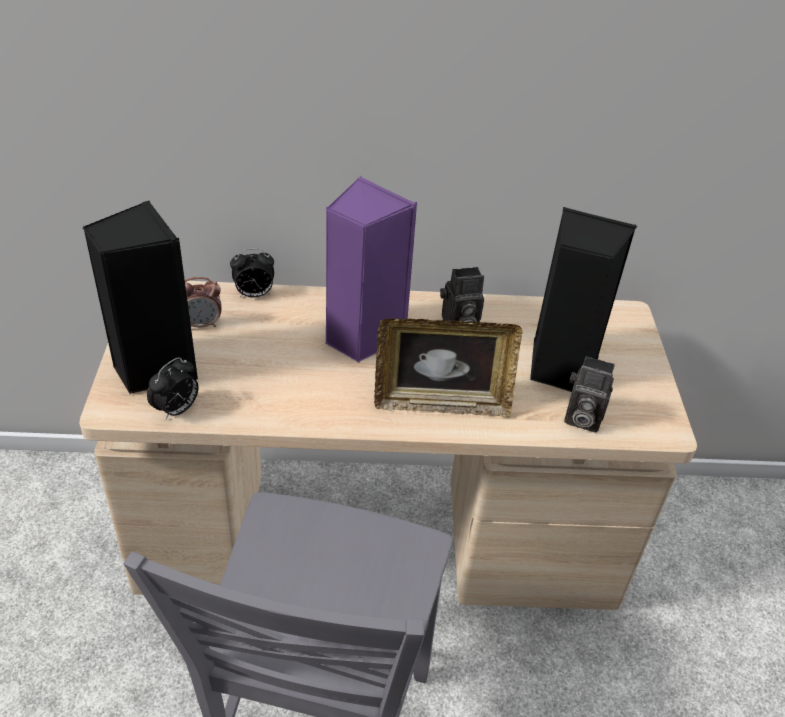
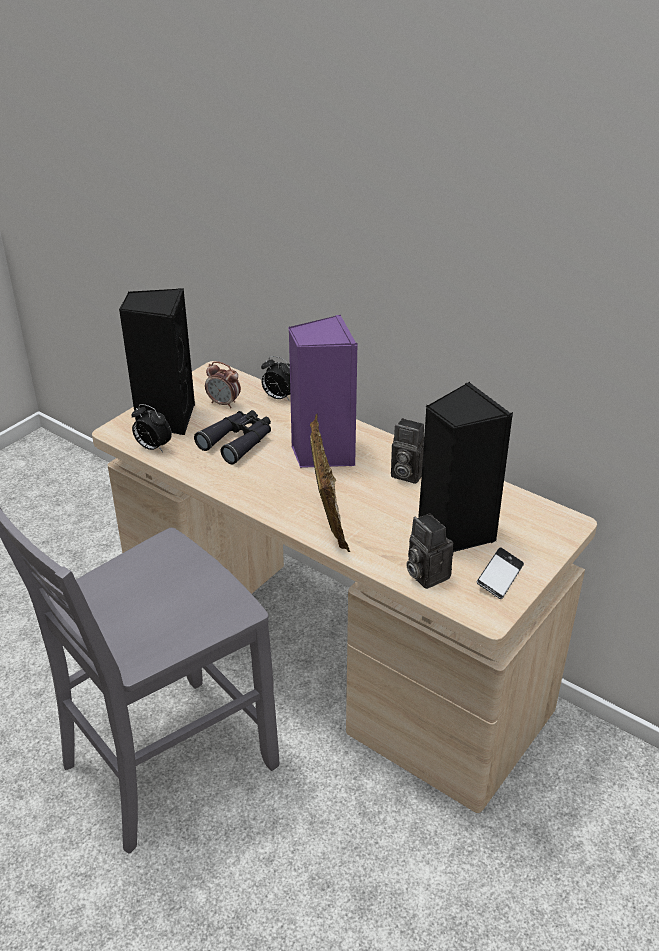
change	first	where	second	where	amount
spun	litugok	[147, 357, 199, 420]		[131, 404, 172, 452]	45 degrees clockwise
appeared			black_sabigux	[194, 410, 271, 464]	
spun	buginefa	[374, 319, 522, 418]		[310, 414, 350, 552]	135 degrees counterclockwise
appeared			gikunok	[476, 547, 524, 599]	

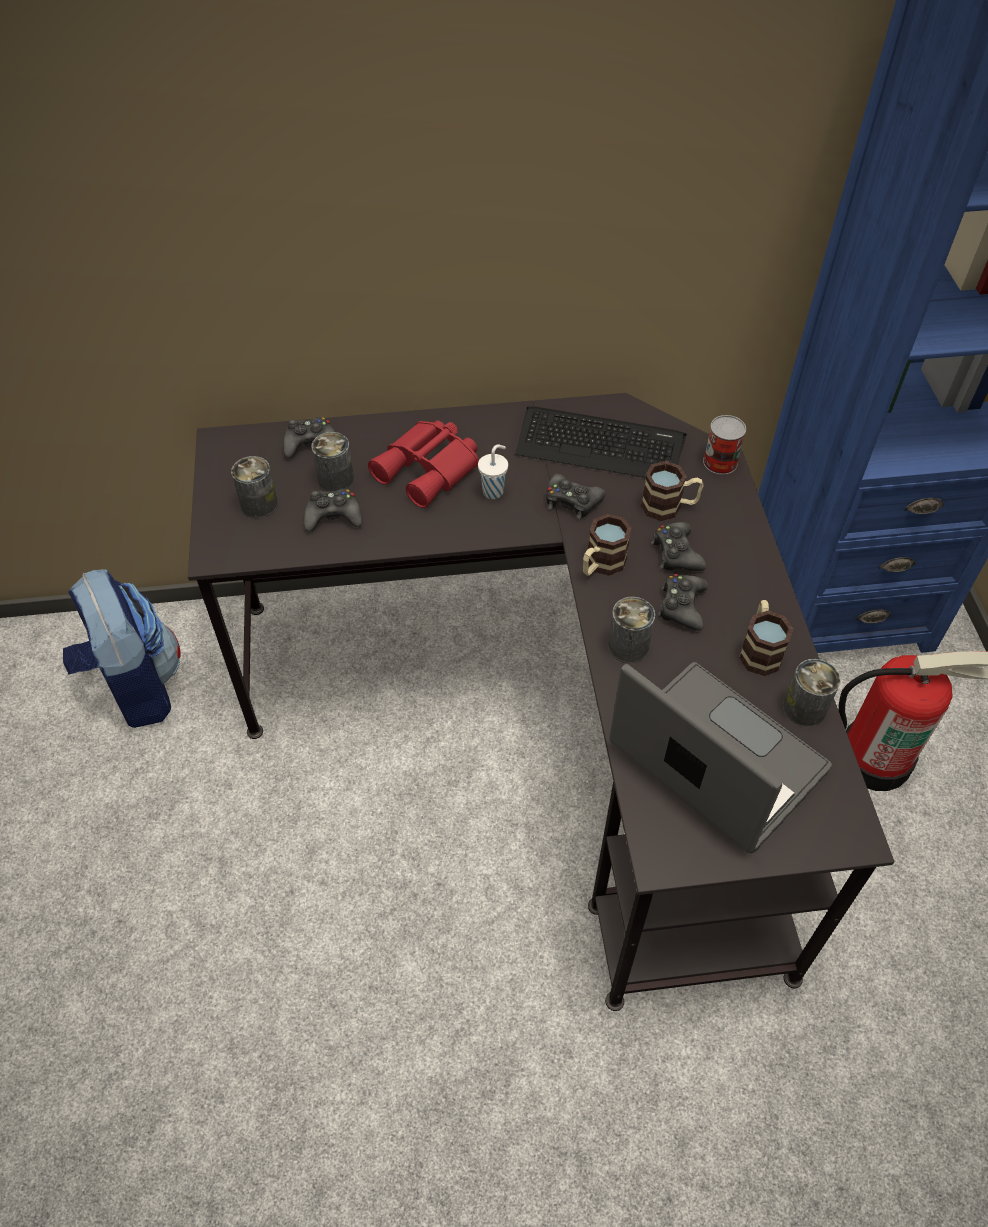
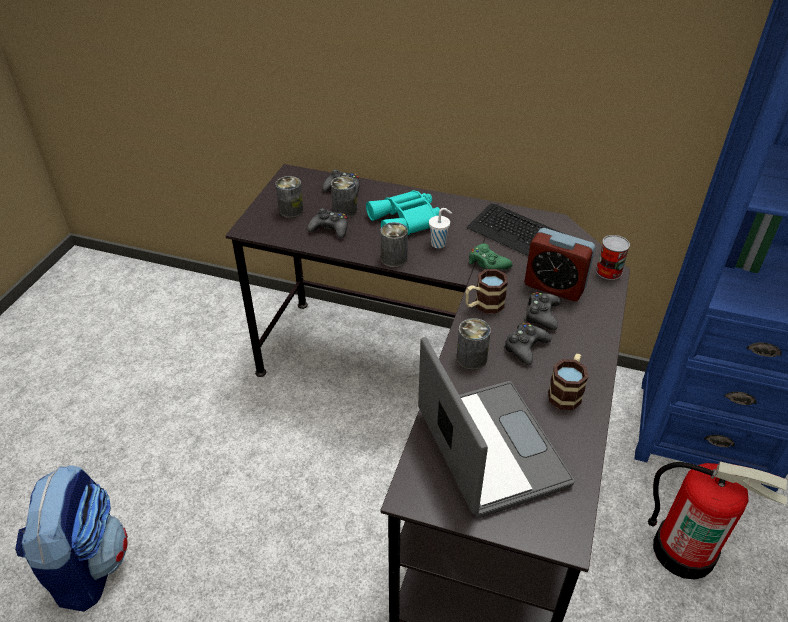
change	first	where	second	where	amount
relocated	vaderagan	[63, 569, 181, 728]		[15, 465, 128, 612]	
colour	red_sabigux	[368, 420, 479, 508]	turquoise_sabigux	[366, 190, 442, 235]	
relocated	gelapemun	[783, 659, 840, 727]		[381, 222, 408, 267]	
colour	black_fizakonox	[546, 474, 606, 519]	green_fizakonox	[469, 243, 513, 270]	
exchanged	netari	[641, 461, 704, 521]	litugok	[525, 228, 595, 301]	

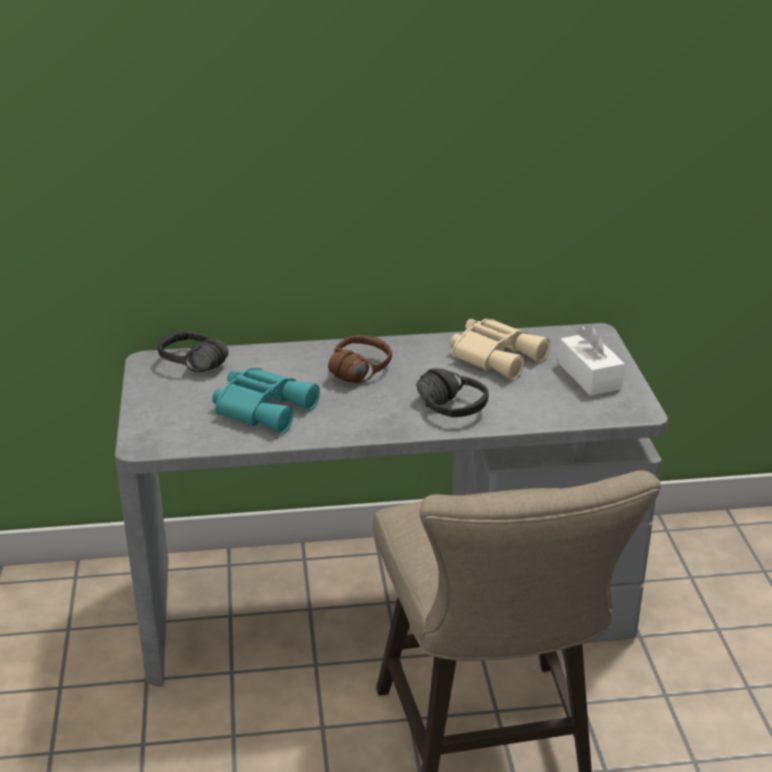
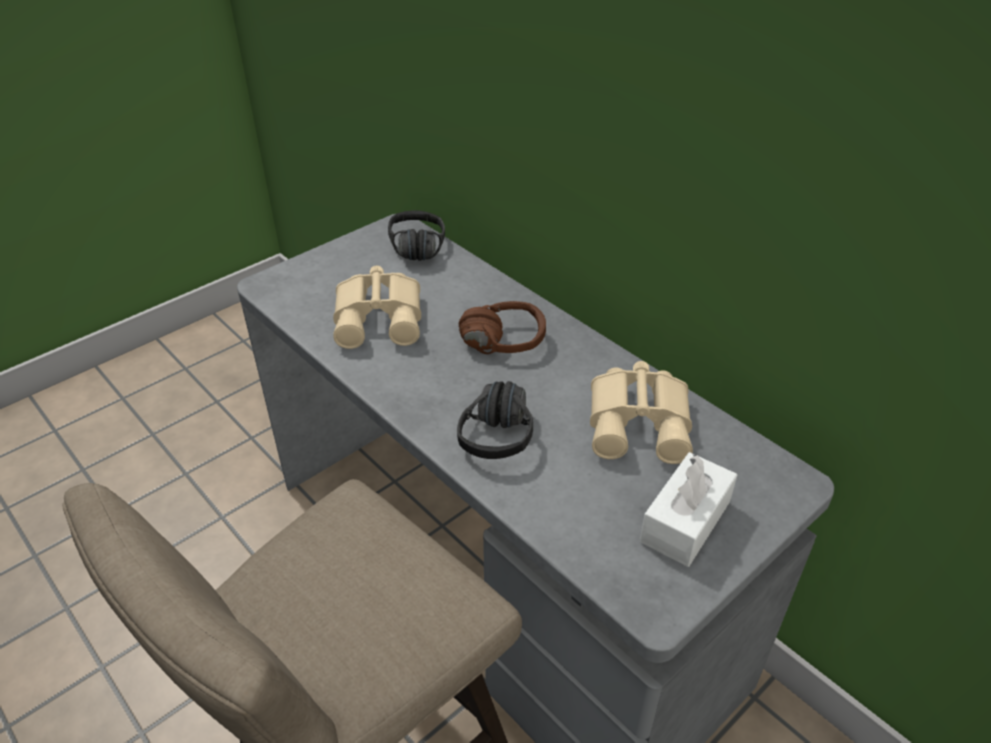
change	first	where	second	where	amount
colour	turquoise_sabigux	[212, 368, 320, 434]	beige_sabigux	[333, 266, 421, 349]	

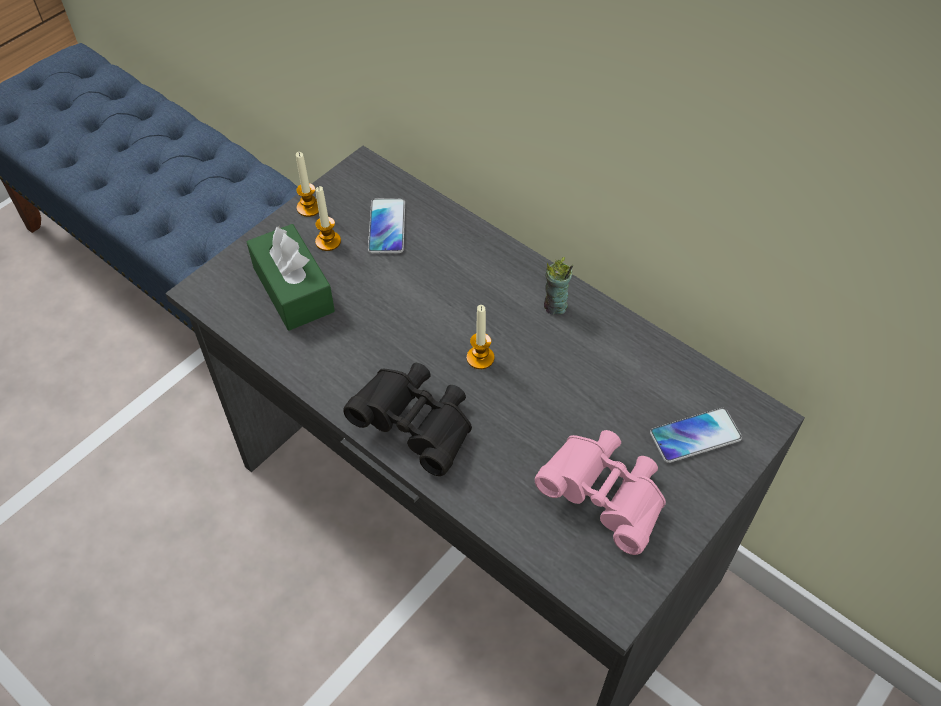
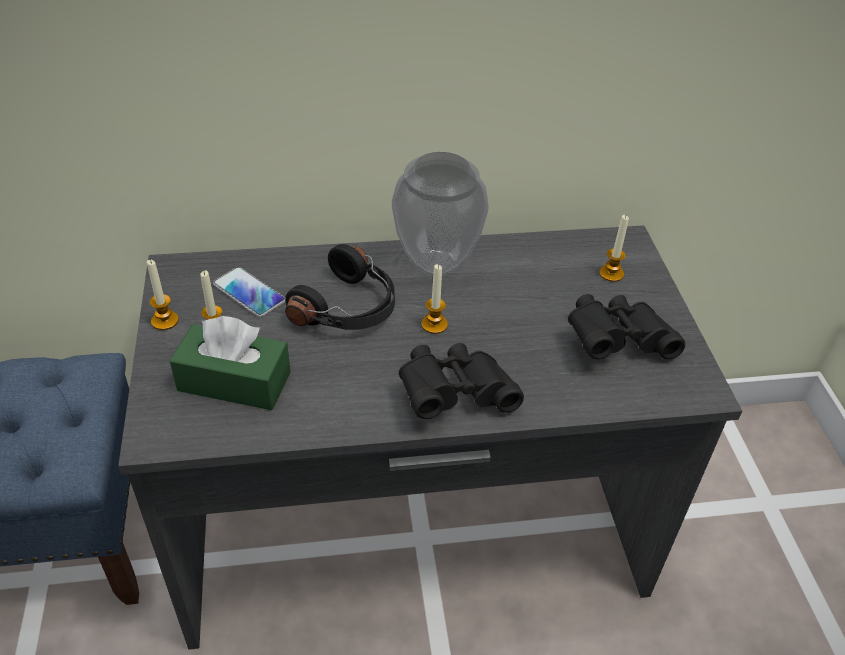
change	first	where	second	where	amount
appeared			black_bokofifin	[285, 244, 395, 330]	
exchanged	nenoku	[544, 257, 573, 315]	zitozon	[392, 152, 489, 275]	
colour	pink_sabigux	[535, 430, 666, 555]	black_sabigux	[568, 294, 685, 359]	
exchanged	gikunok	[650, 408, 742, 463]	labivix	[599, 215, 629, 282]	

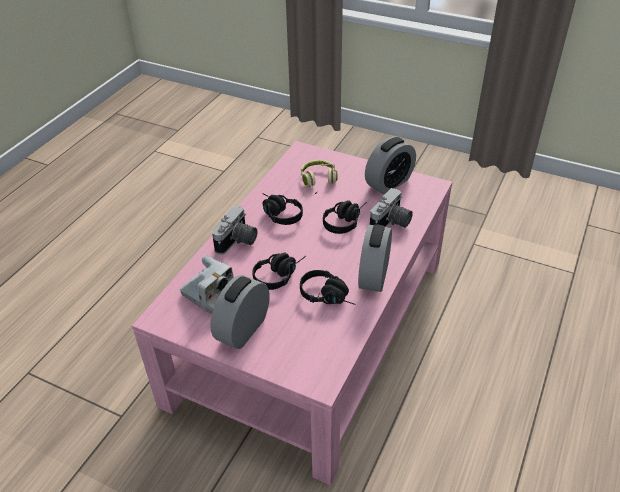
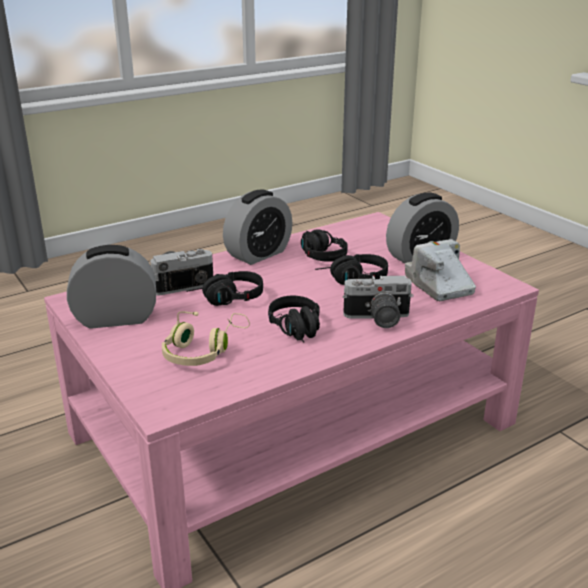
change	first	where	second	where	amount
spun	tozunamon	[212, 206, 257, 255]		[343, 276, 413, 328]	150 degrees counterclockwise

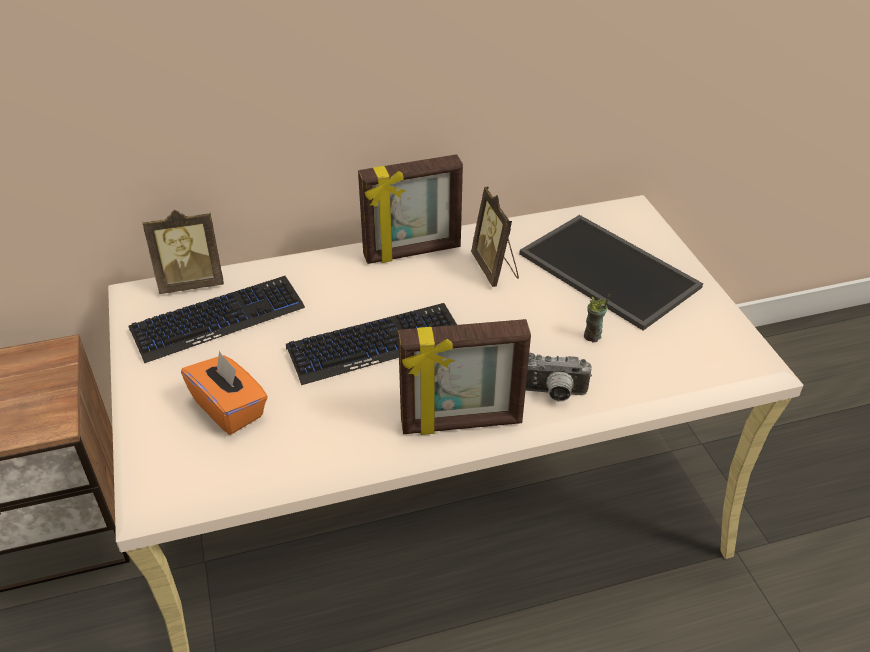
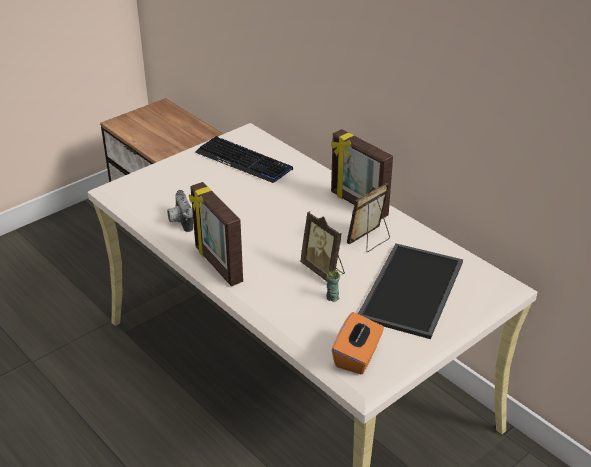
change	first	where	second	where	amount
relocated	tozunamon	[526, 352, 592, 402]		[167, 190, 193, 232]	
relocated	buginefa	[143, 210, 224, 294]		[300, 211, 345, 282]	
relocated	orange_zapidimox	[181, 351, 268, 435]		[332, 312, 384, 374]	
missing	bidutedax	[286, 303, 457, 385]			

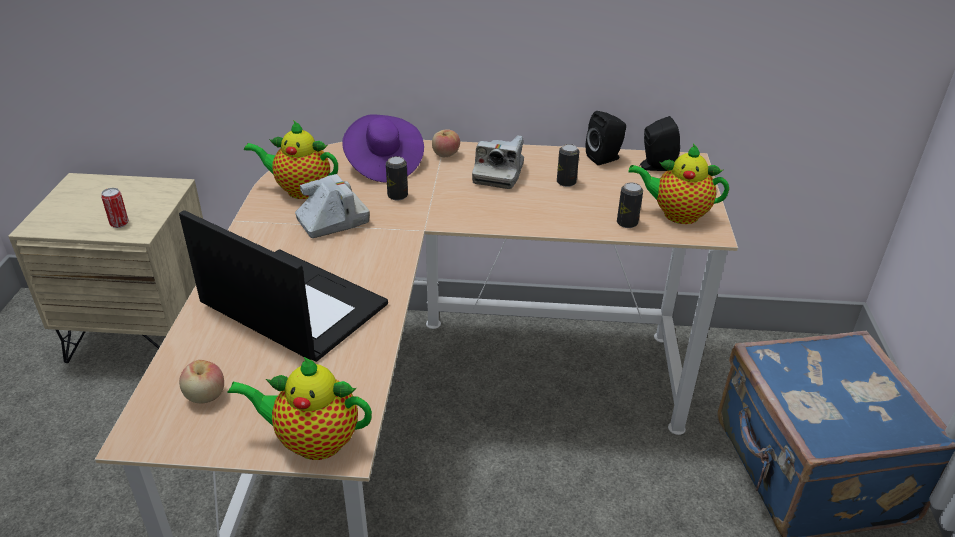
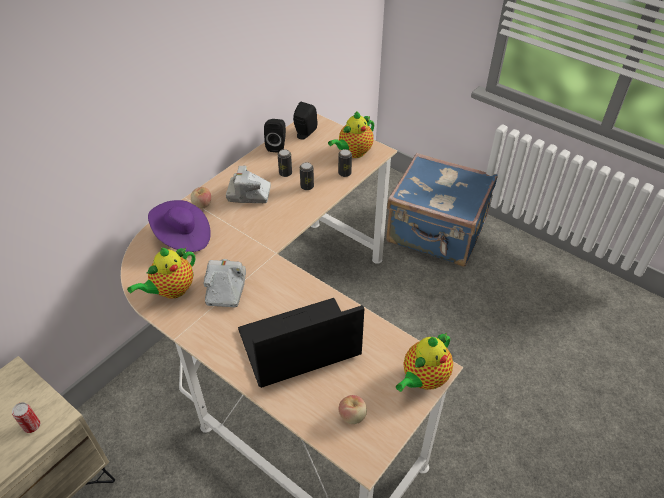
change	first	where	second	where	amount
spun	tozunamon	[472, 135, 524, 189]		[226, 166, 271, 203]	135 degrees clockwise
relocated	gelapemun	[386, 156, 408, 200]		[300, 162, 314, 190]	

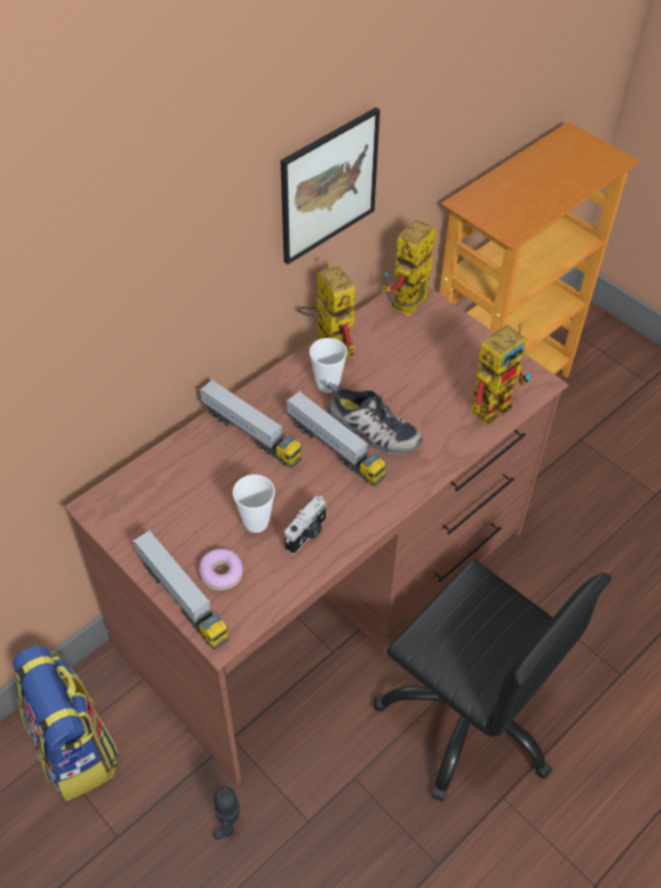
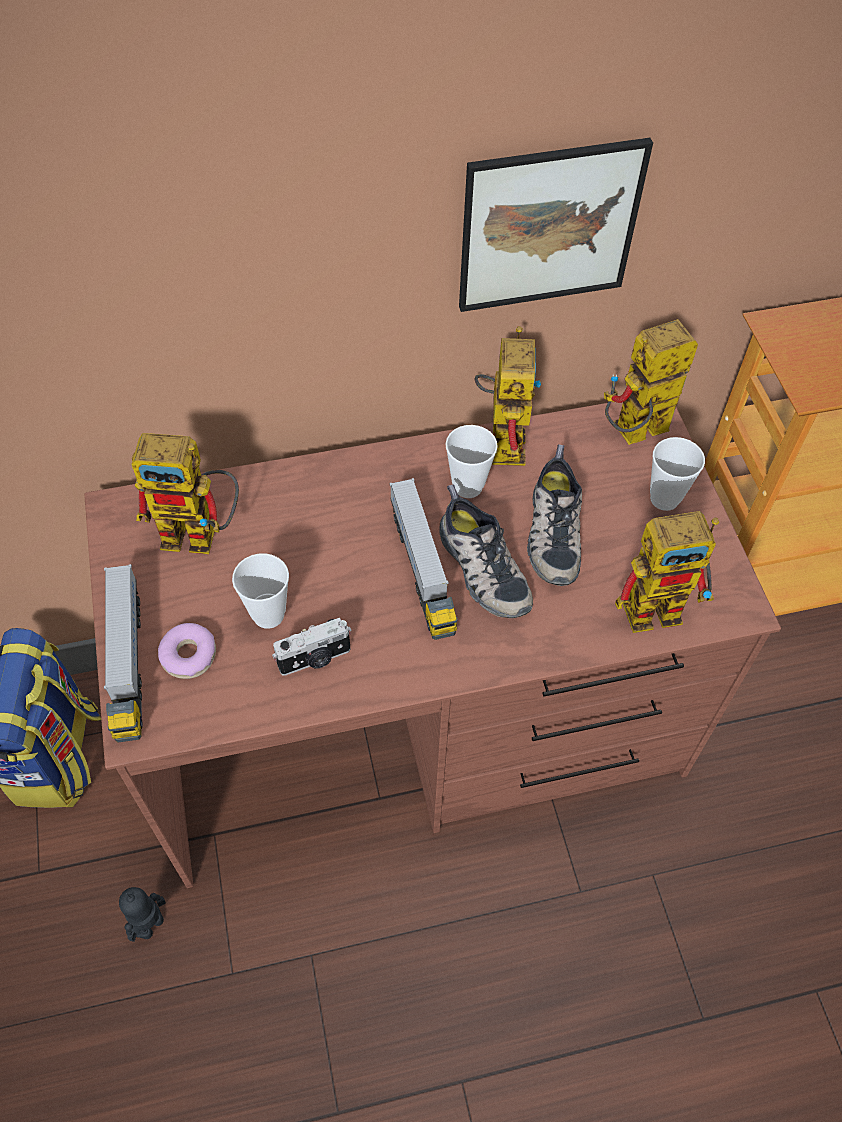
change	first	where	second	where	amount
appeared			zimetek	[131, 433, 239, 554]	
appeared			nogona	[527, 445, 582, 586]	
appeared			nenoku	[650, 437, 705, 511]	
missing	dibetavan	[199, 379, 303, 468]			
missing	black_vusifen	[373, 559, 611, 802]			

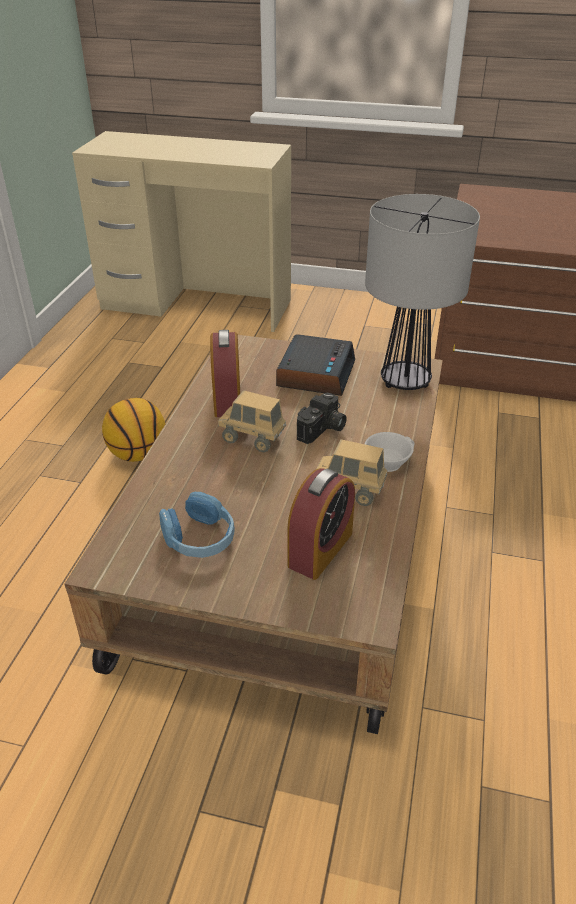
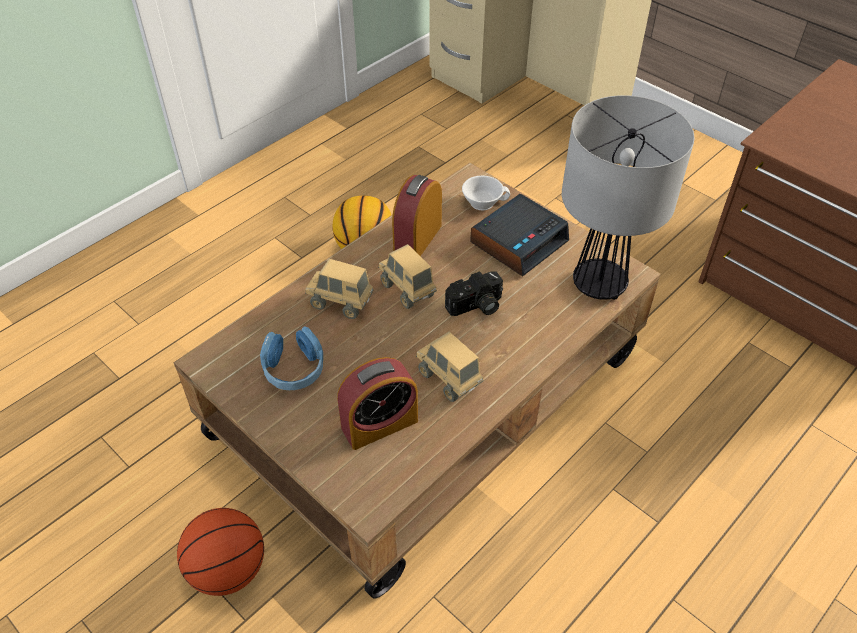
change	first	where	second	where	amount
appeared			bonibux	[177, 508, 264, 596]	
appeared			dibetavan	[305, 259, 374, 319]	
relocated	white_nenoku	[365, 432, 415, 472]		[462, 176, 510, 210]	

